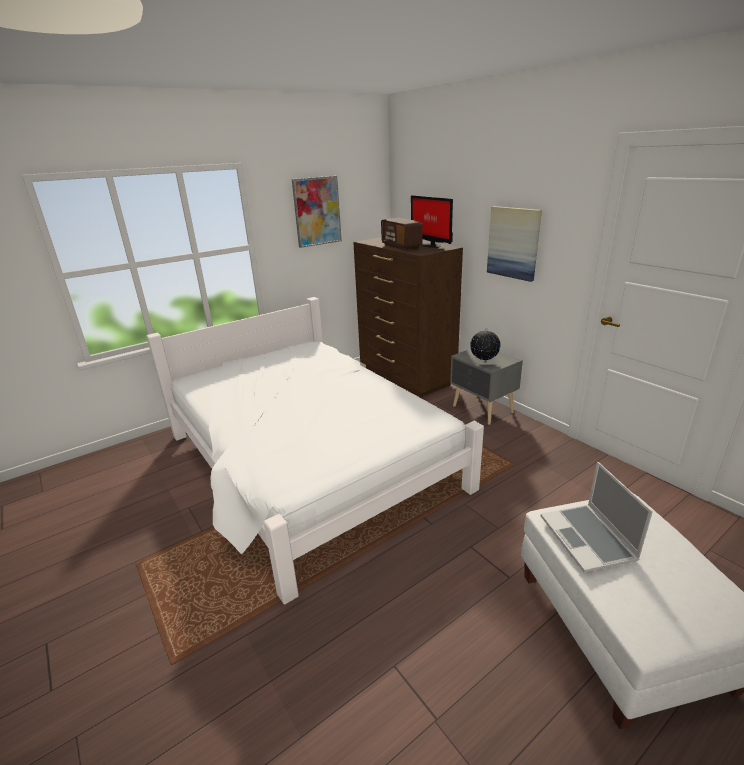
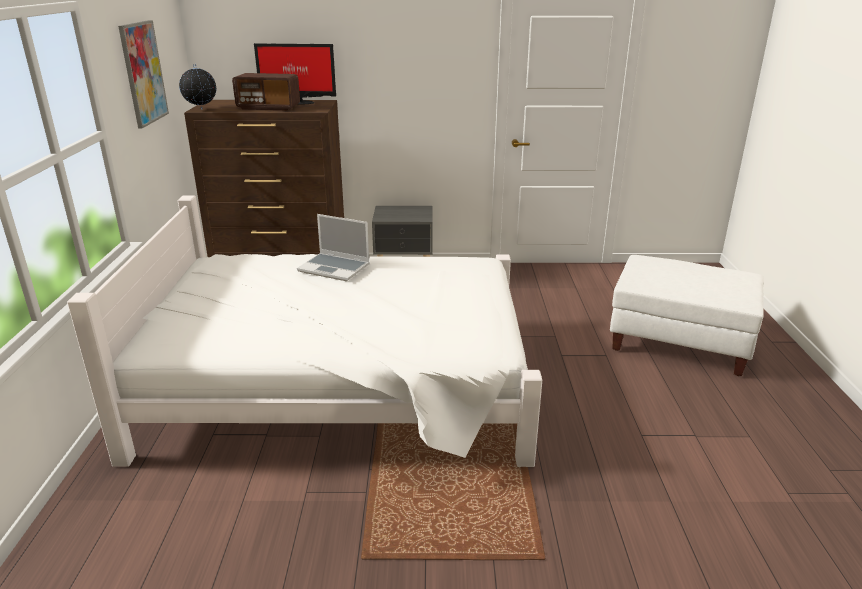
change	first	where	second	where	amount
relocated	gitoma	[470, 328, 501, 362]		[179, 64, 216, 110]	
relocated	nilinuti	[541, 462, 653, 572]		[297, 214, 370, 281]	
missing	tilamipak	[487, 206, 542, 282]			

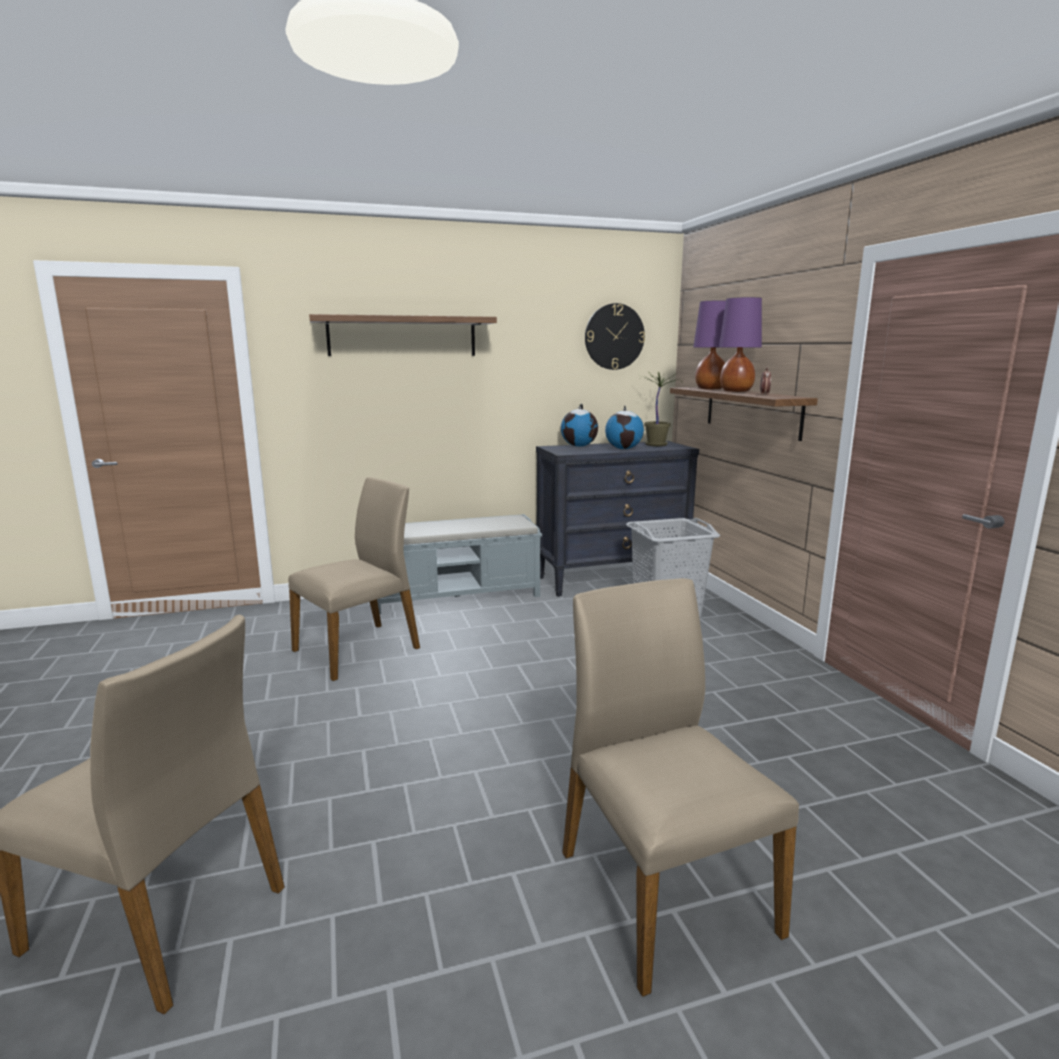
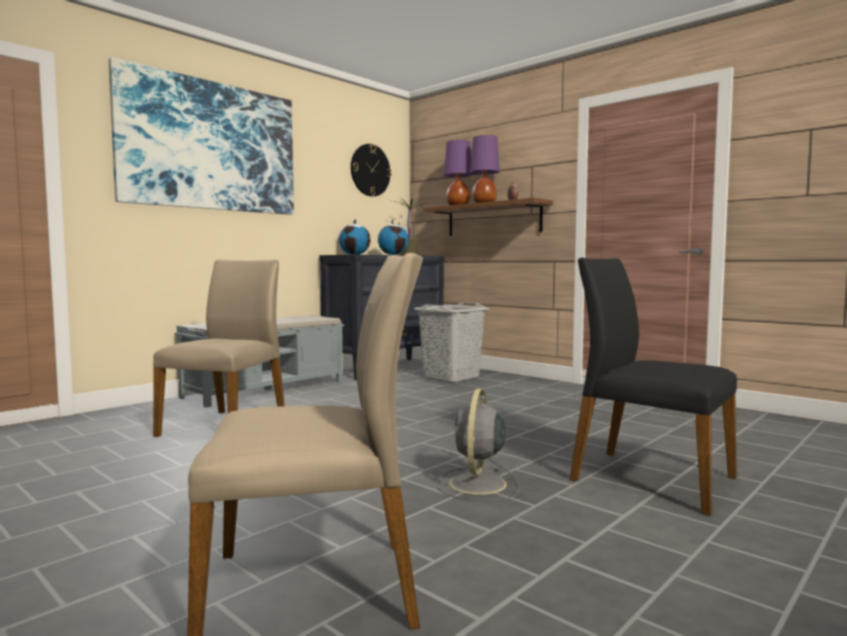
change	first	where	second	where	amount
exchanged	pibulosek	[309, 314, 497, 356]	tilamipak	[109, 57, 294, 215]	
appeared			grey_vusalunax	[437, 389, 520, 501]	
colour	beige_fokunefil	[562, 578, 799, 997]	black_fokunefil	[570, 257, 737, 516]	

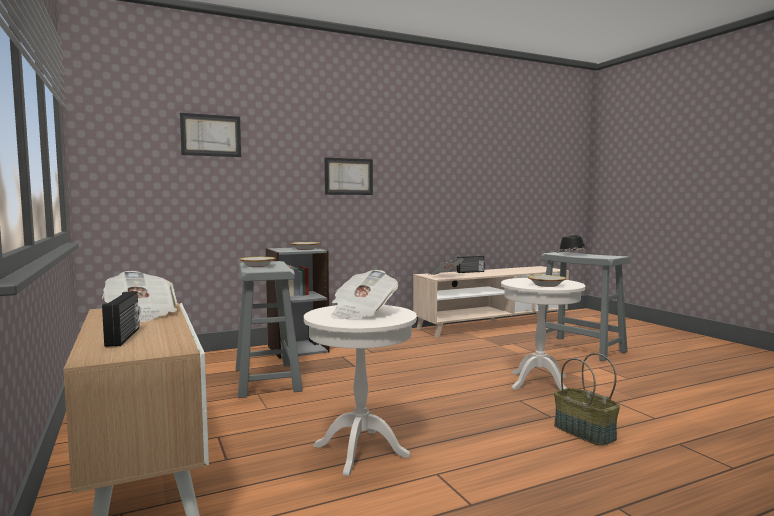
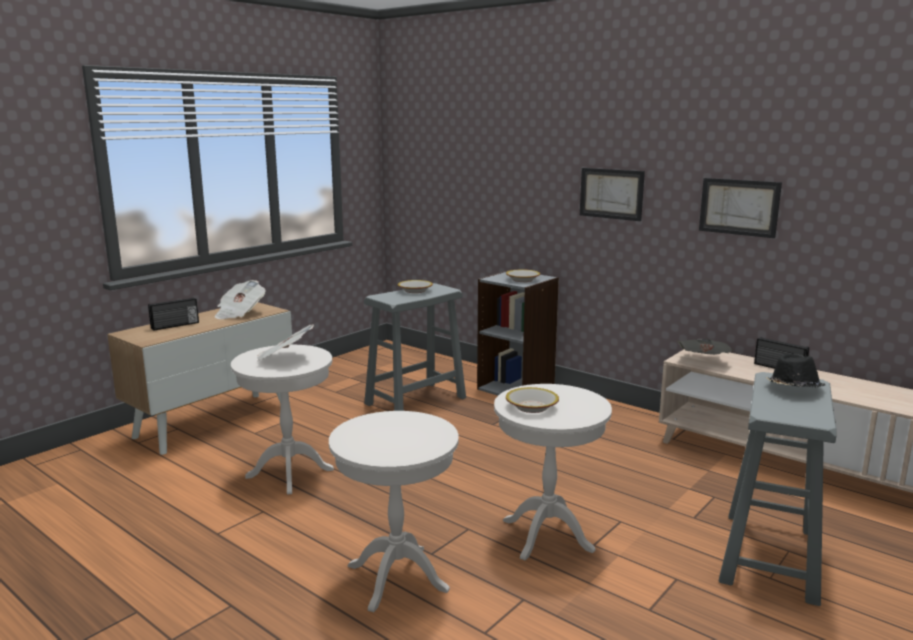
change	first	where	second	where	amount
exchanged	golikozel	[554, 353, 620, 446]	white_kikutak	[329, 411, 458, 612]	
relocated	tilamipak	[180, 113, 241, 157]		[699, 178, 782, 238]	

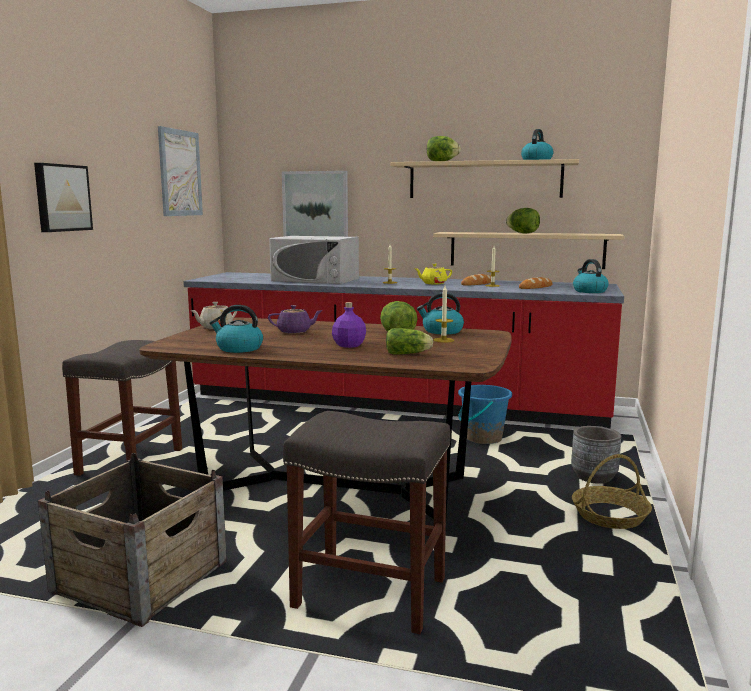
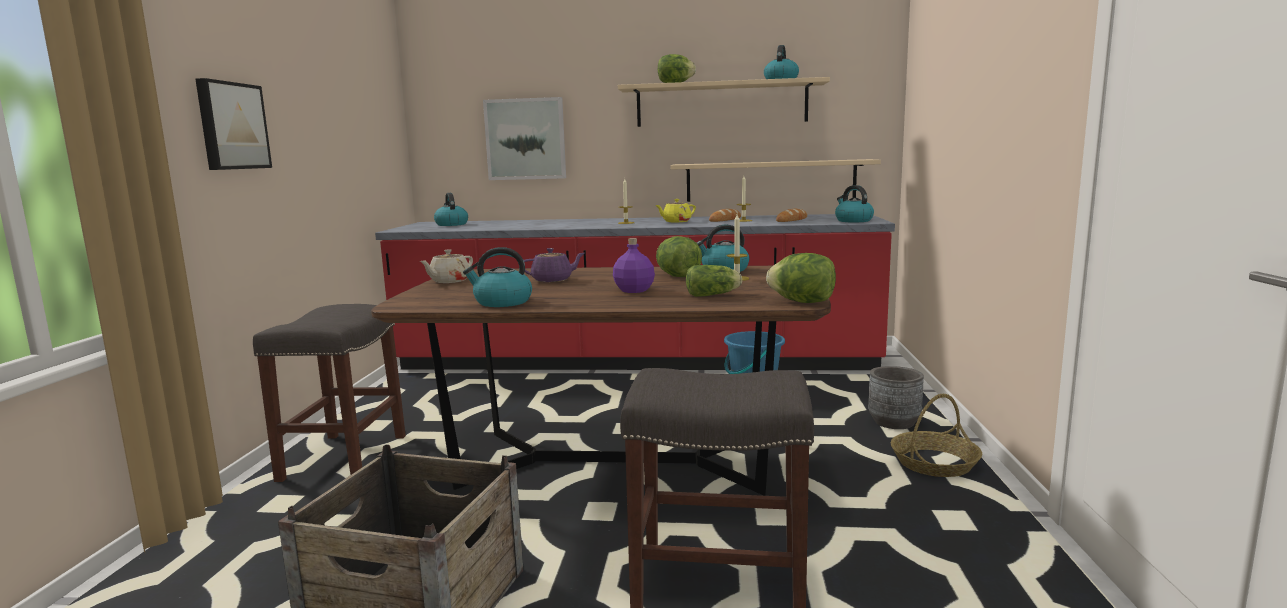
change	first	where	second	where	amount
appeared			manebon	[434, 193, 468, 226]	
relocated	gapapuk	[506, 208, 540, 233]		[766, 253, 836, 303]	
missing	tilamipak	[158, 126, 203, 216]			
missing	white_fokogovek	[269, 236, 359, 284]			

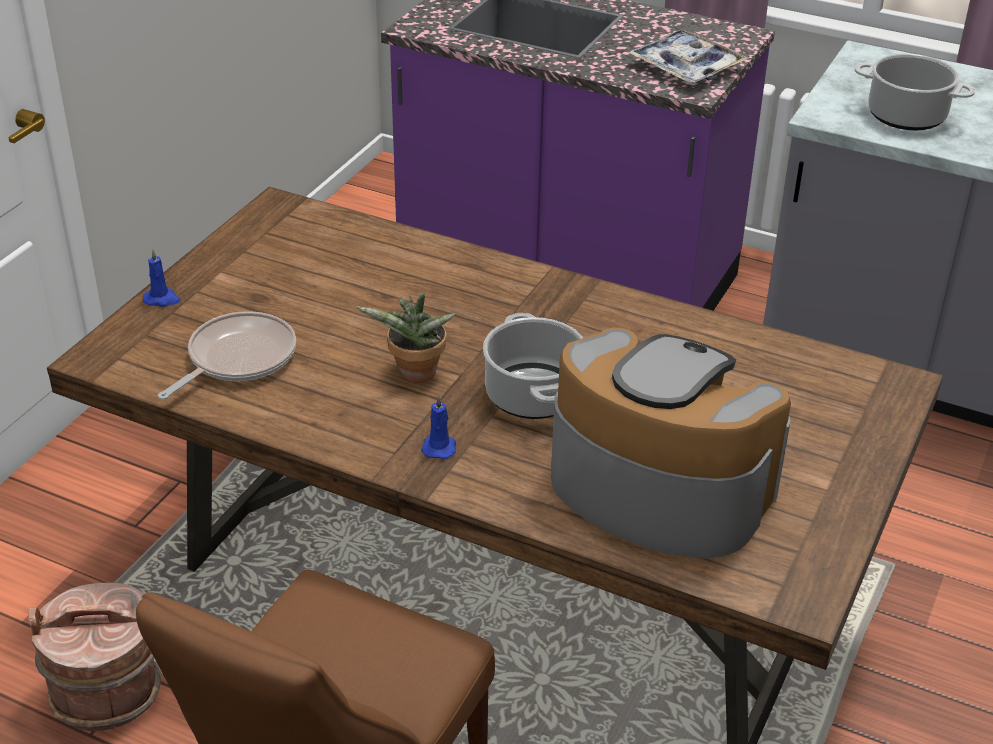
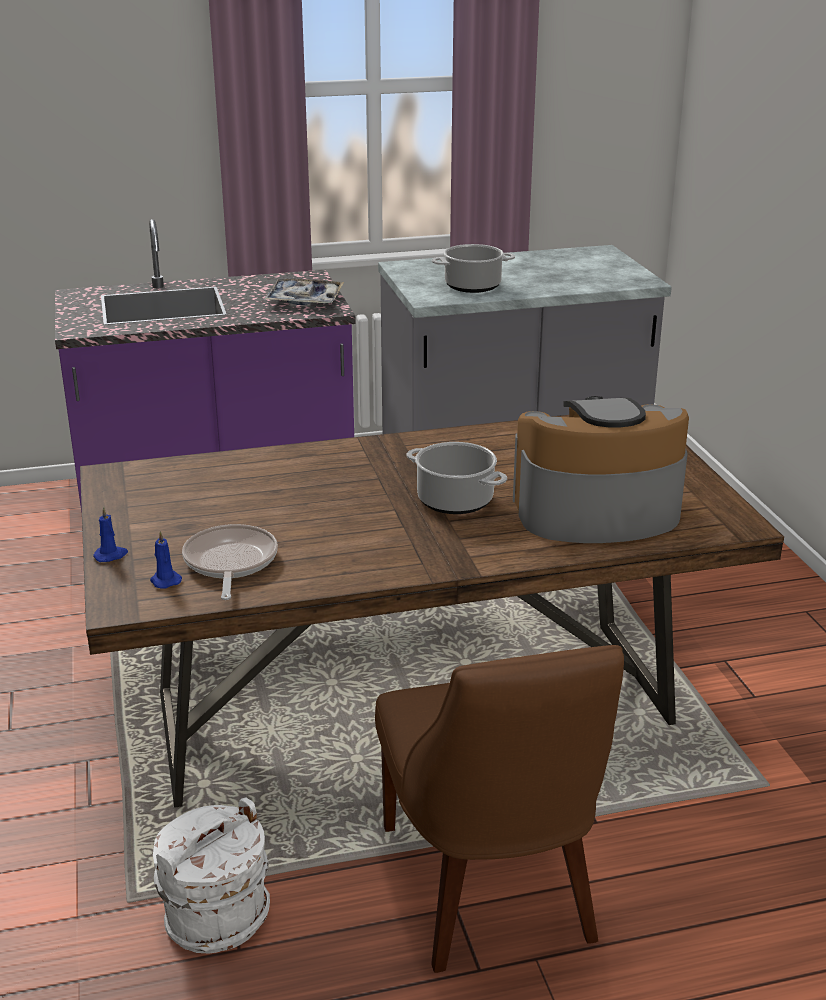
change	first	where	second	where	amount
relocated	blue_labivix	[421, 395, 456, 459]		[150, 531, 182, 589]	
colour	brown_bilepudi	[29, 583, 161, 731]	white_bilepudi	[153, 797, 270, 954]	
missing	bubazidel	[356, 292, 457, 383]			

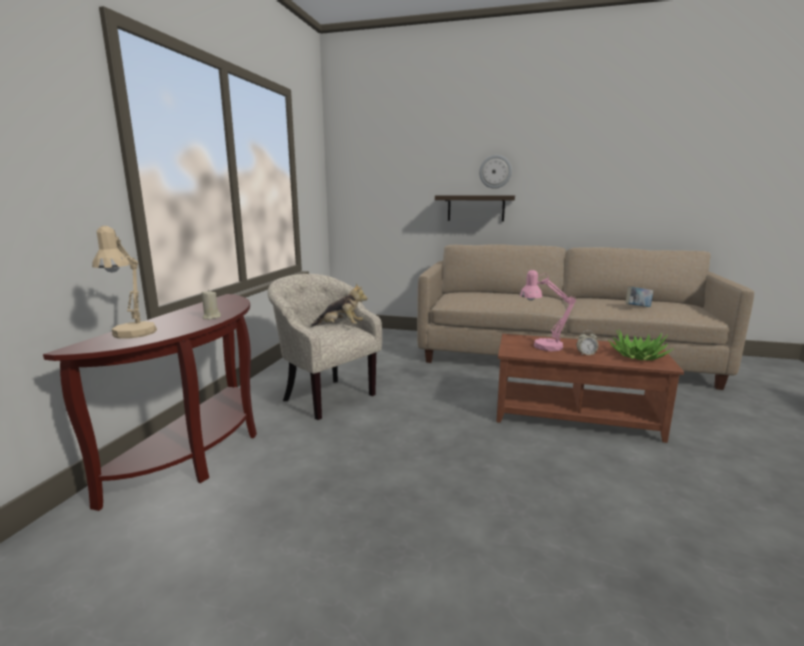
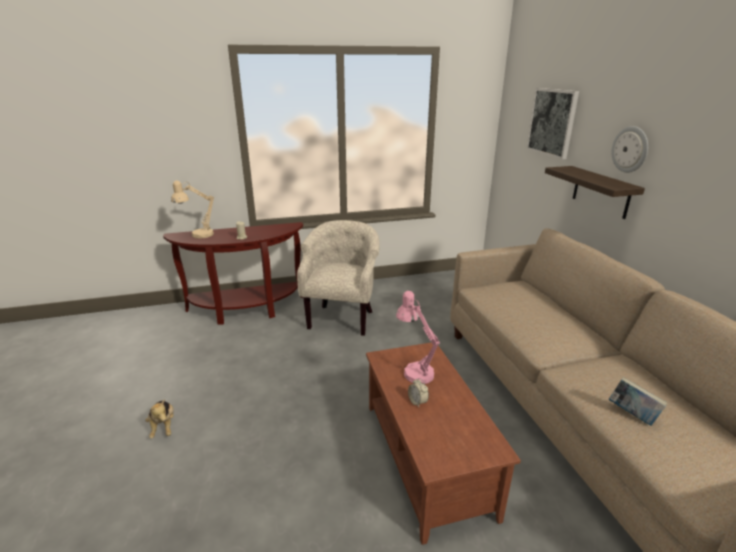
change	first	where	second	where	amount
relocated	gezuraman	[311, 283, 368, 326]		[145, 399, 174, 439]	
appeared			tilamipak	[526, 88, 579, 159]	
missing	bubazidel	[608, 330, 673, 360]			

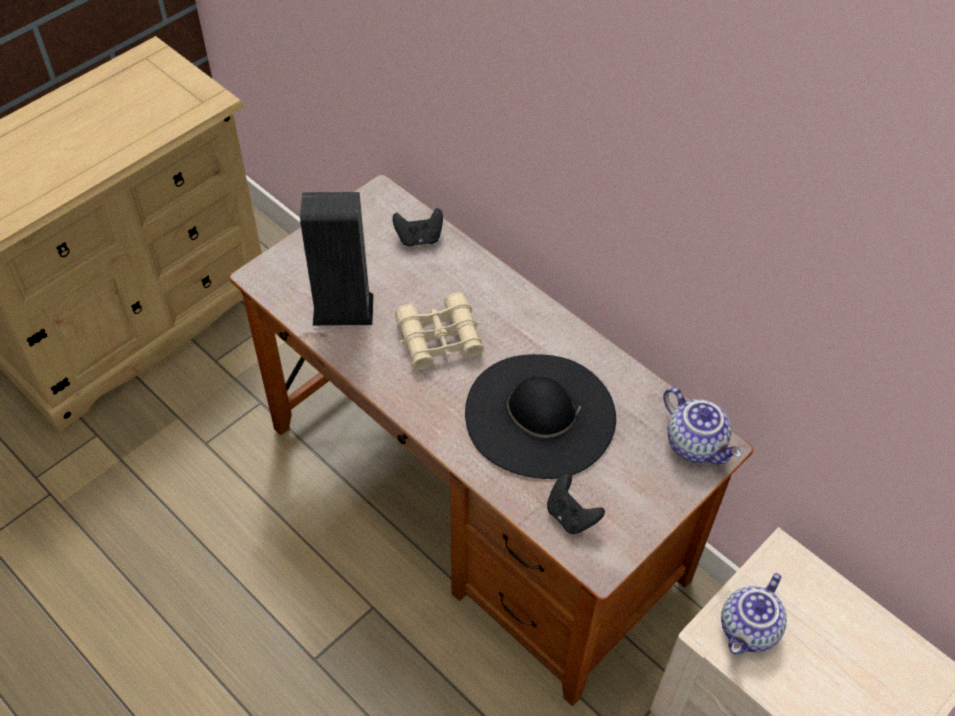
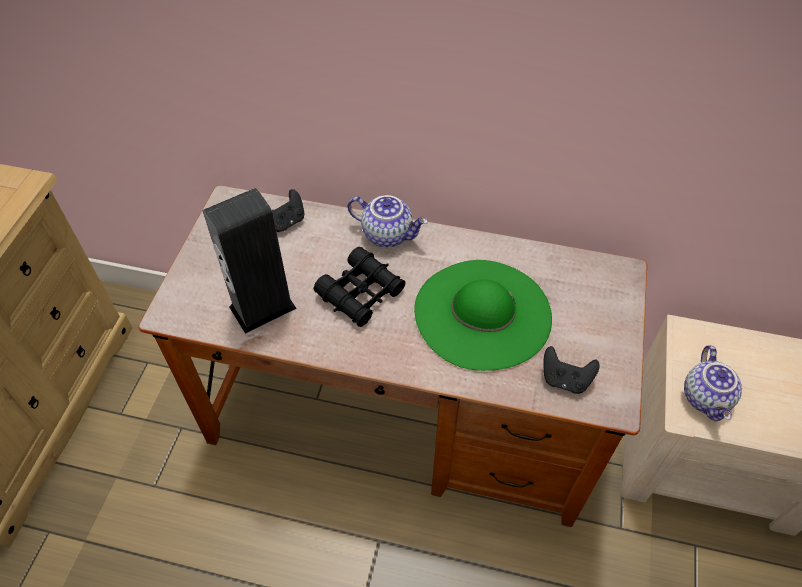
change	first	where	second	where	amount
colour	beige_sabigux	[395, 293, 484, 370]	black_sabigux	[314, 247, 405, 327]	
relocated	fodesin	[663, 387, 741, 465]		[348, 195, 428, 247]	
colour	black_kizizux	[465, 354, 616, 479]	green_kizizux	[414, 260, 552, 371]	

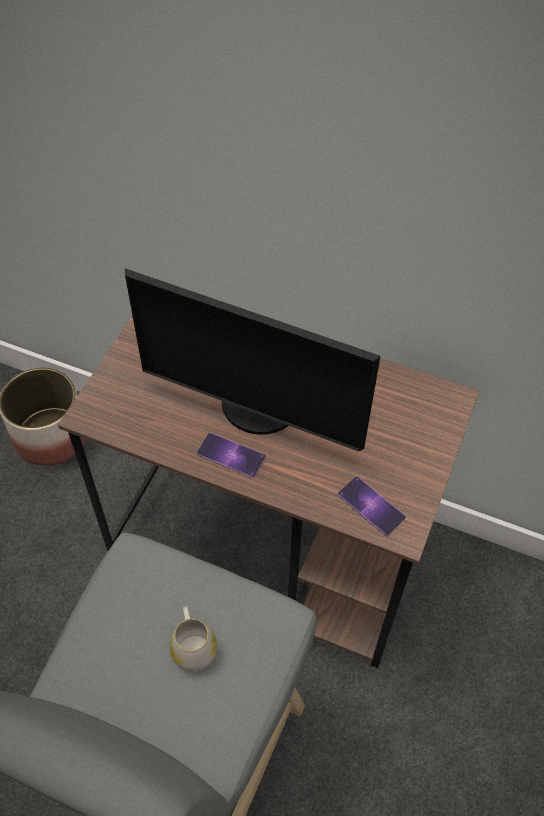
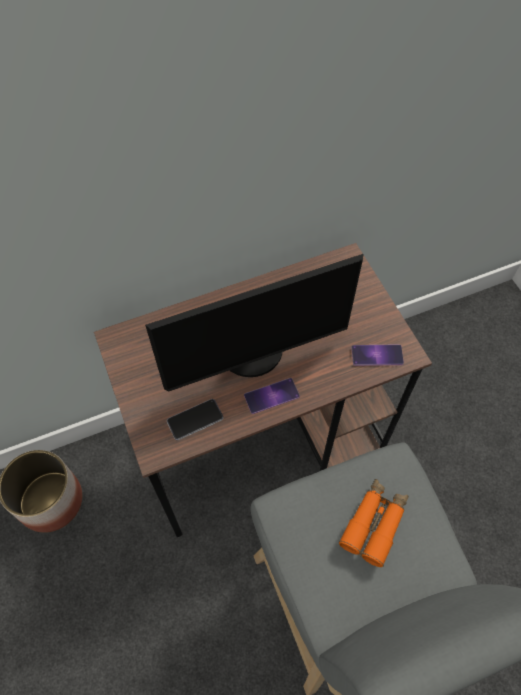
change	first	where	second	where	amount
appeared			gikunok	[167, 399, 224, 440]	
exchanged	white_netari	[170, 606, 217, 672]	orange_sabigux	[339, 479, 409, 567]	

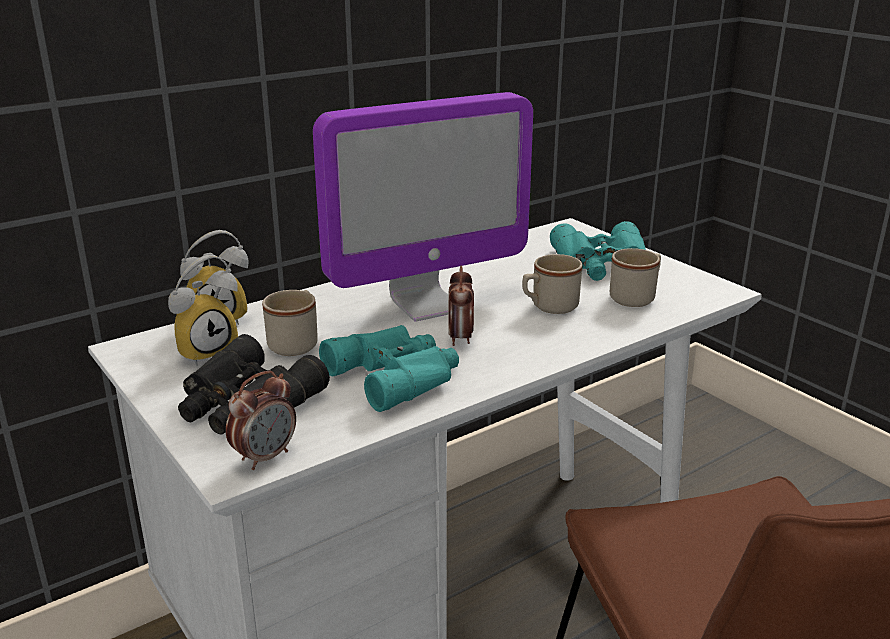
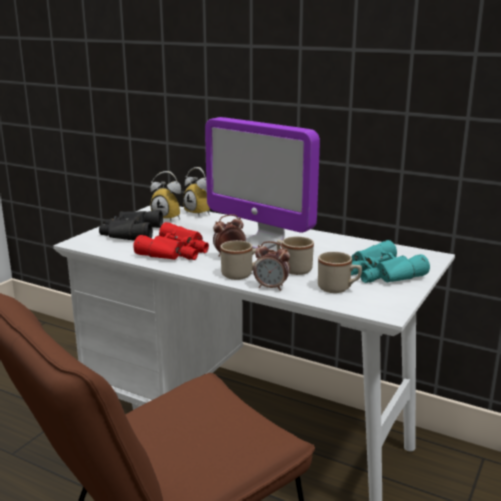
change	first	where	second	where	amount
colour	turquoise_sabigux	[319, 325, 459, 412]	red_sabigux	[133, 222, 209, 260]	
relocated	beige_netari	[262, 290, 318, 356]		[220, 240, 257, 280]	
relocated	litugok	[226, 370, 296, 470]		[253, 241, 290, 291]	

